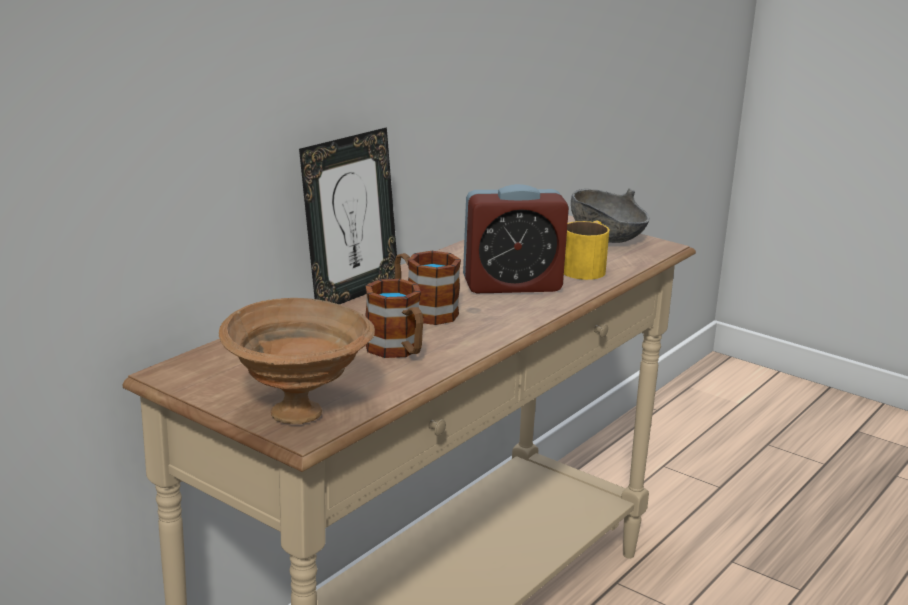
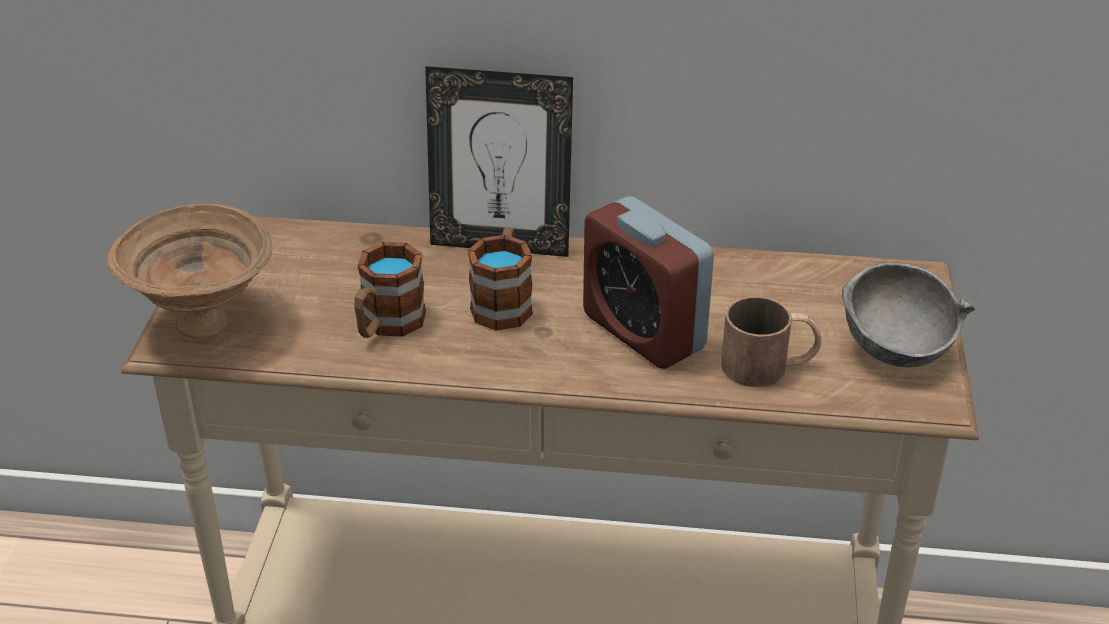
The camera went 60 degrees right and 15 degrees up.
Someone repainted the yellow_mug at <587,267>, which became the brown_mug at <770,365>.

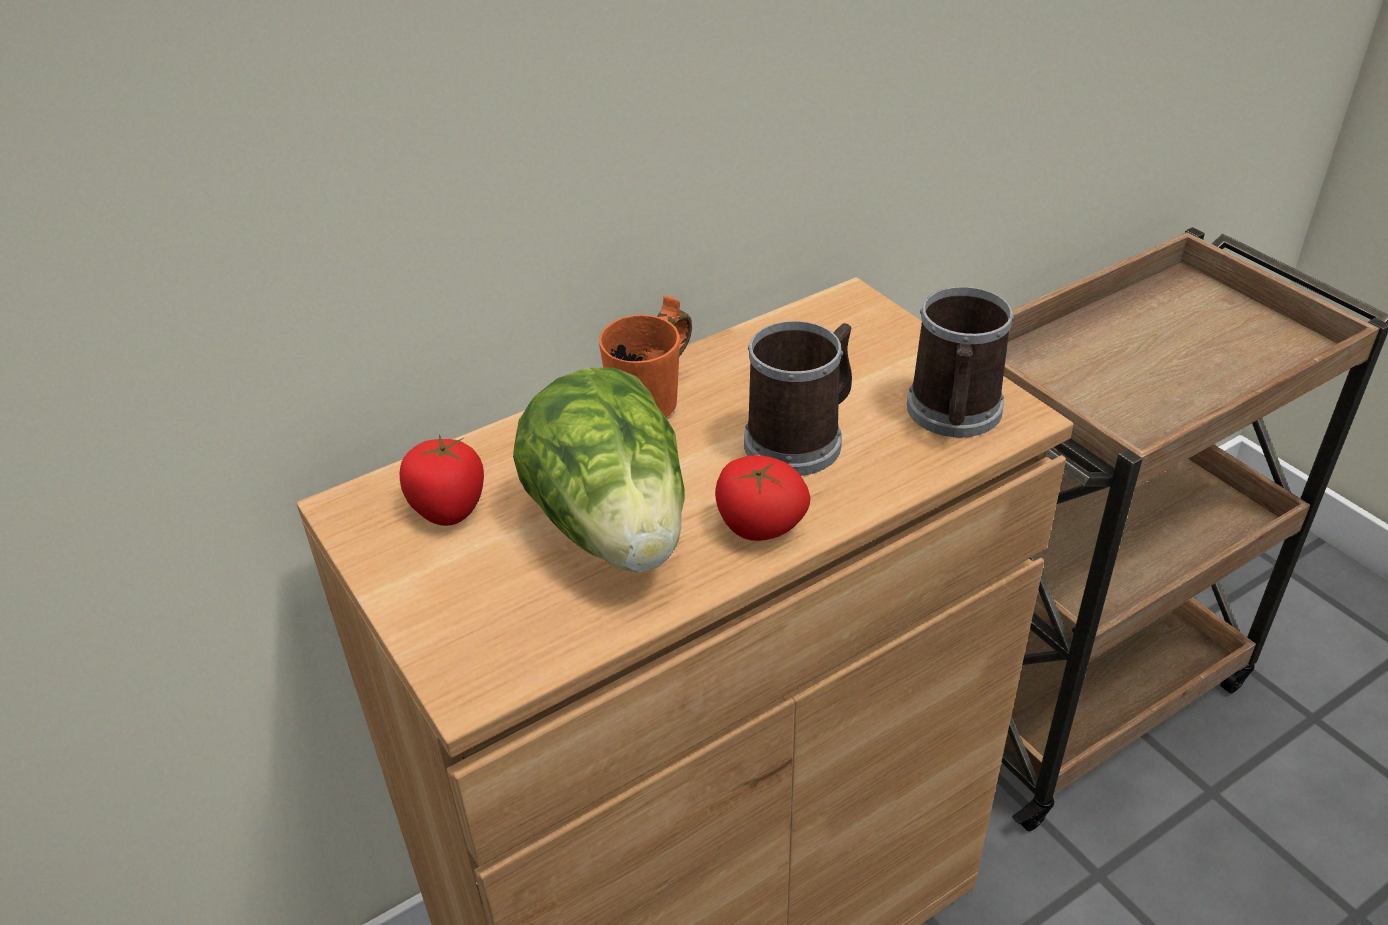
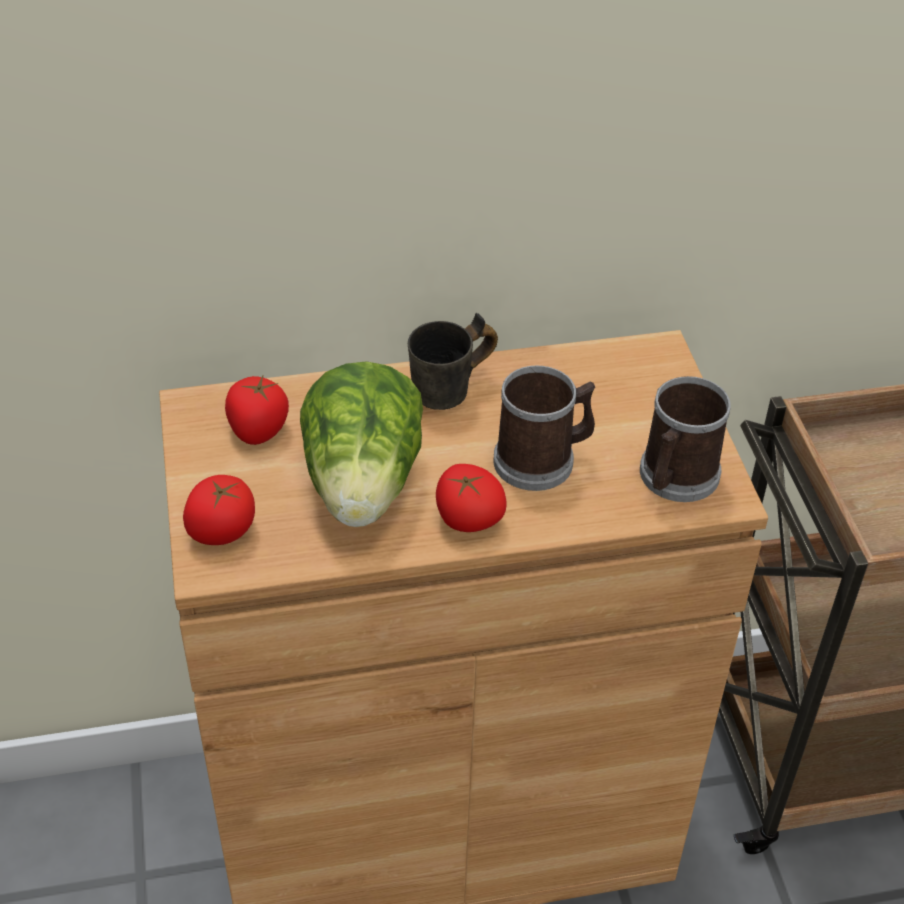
The camera went 20 degrees right and 5 degrees up.
Someone repainted the orange_mug at <660,402>, which became the grey_mug at <455,393>.
Someone put down the tomato at <222,530>.

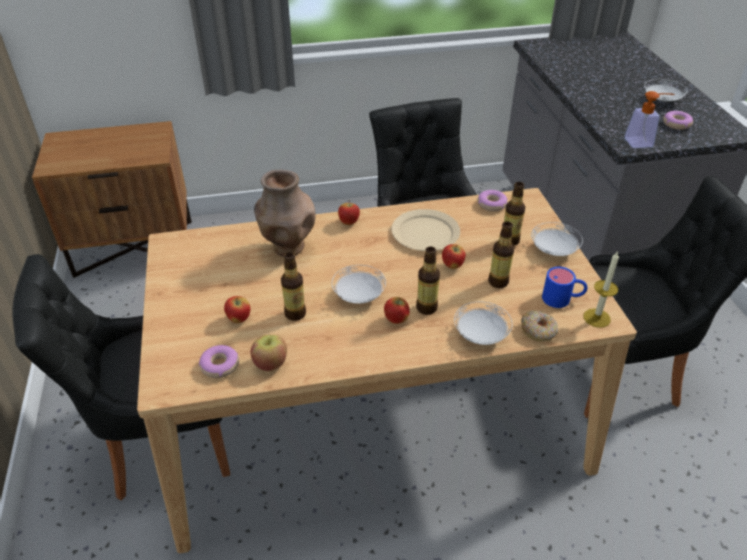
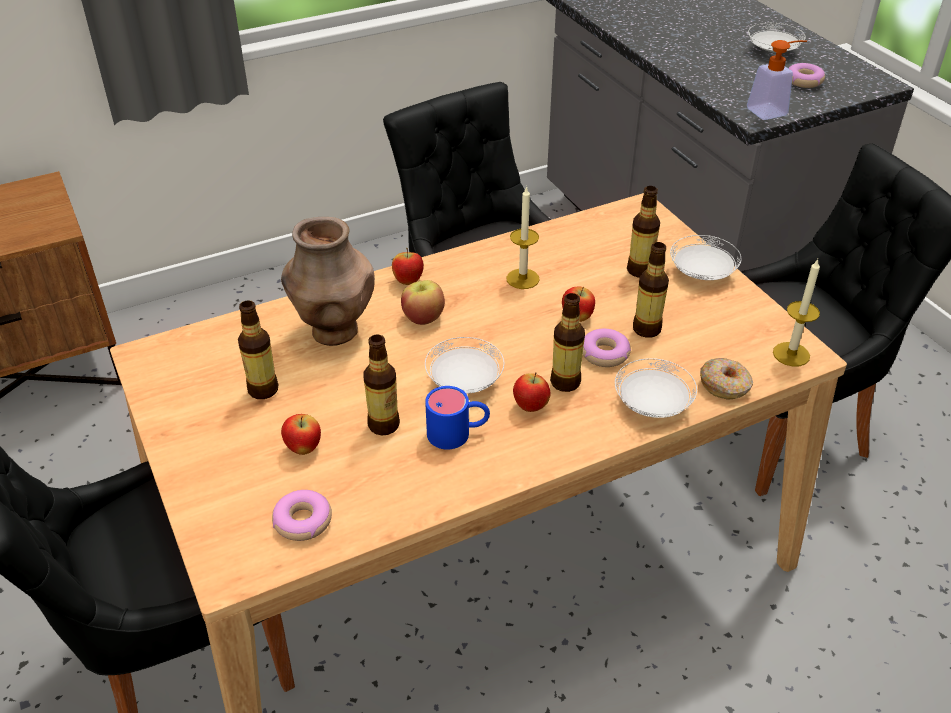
The camera went 15 degrees left and 0 degrees up.
Someone carried the apple from <270,363> to <423,317>.
Someone swapped the beige_plate at <425,233> for the candle at <522,279>.
Someone carried the donut from <492,204> to <605,354>.
Someone carried the blue_mug from <562,299> to <458,433>.
Someone put down the bottle at <263,390>.

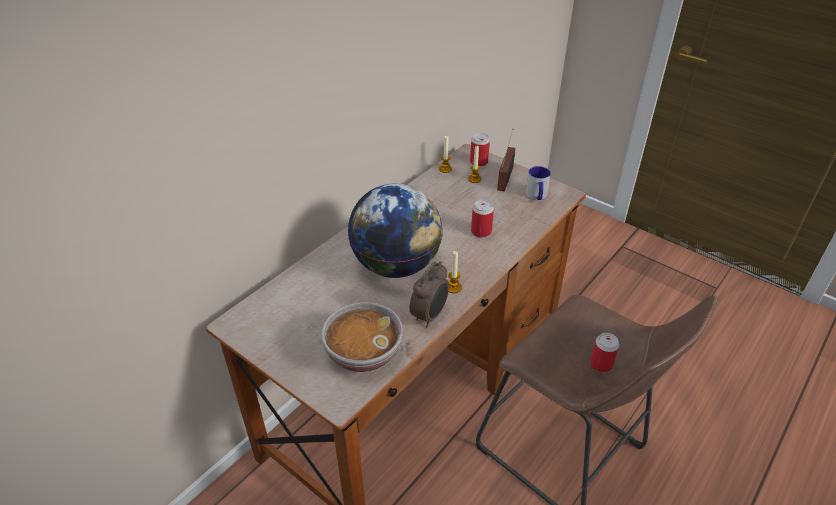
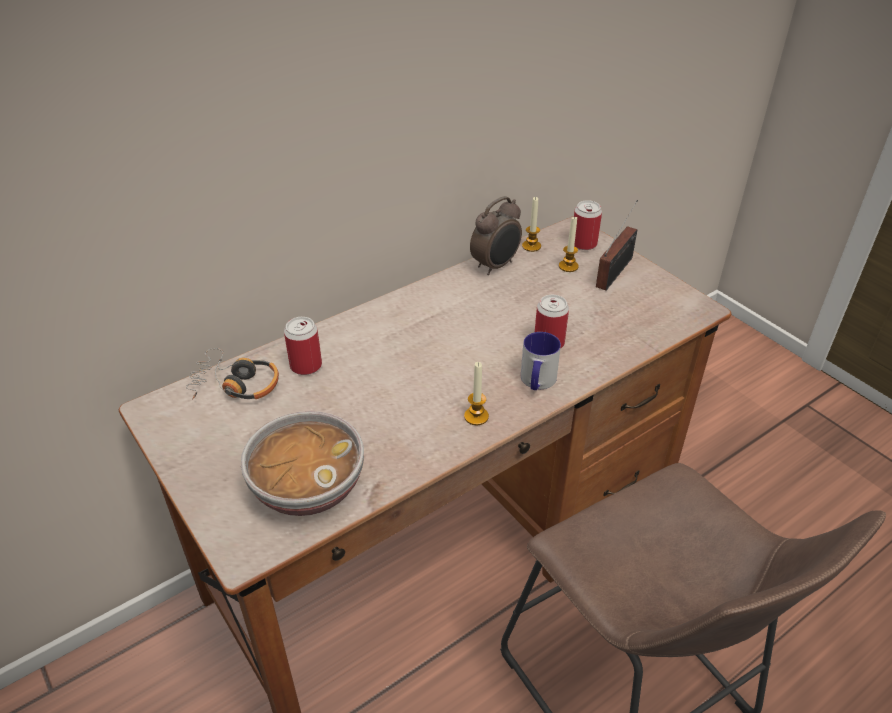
The camera went 15 degrees right and 0 degrees up.
Someone took away the globe at <396,266>.
Someone carried the alarm_clock from <430,315> to <496,266>.
Someone carried the mug from <536,196> to <537,382>.
Someone carried the can from <601,364> to <306,365>.
Someone put down the headphones at <235,385>.

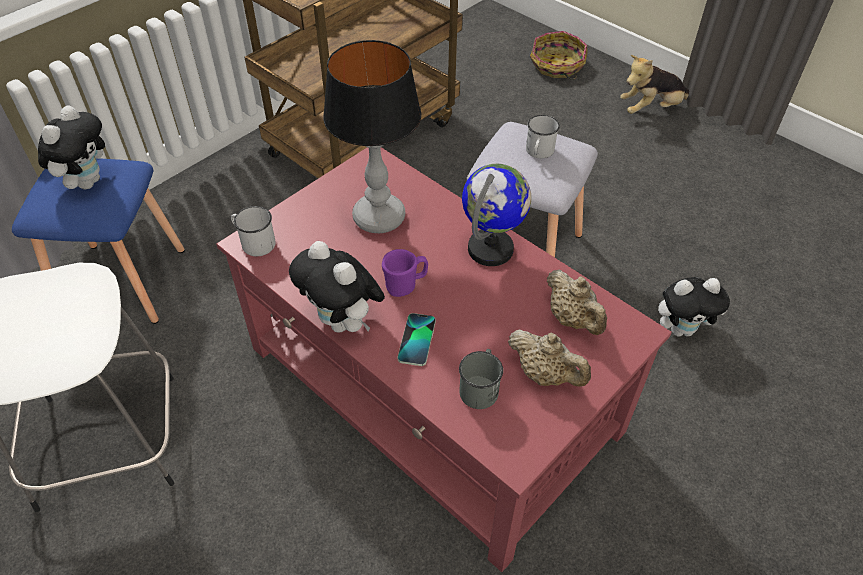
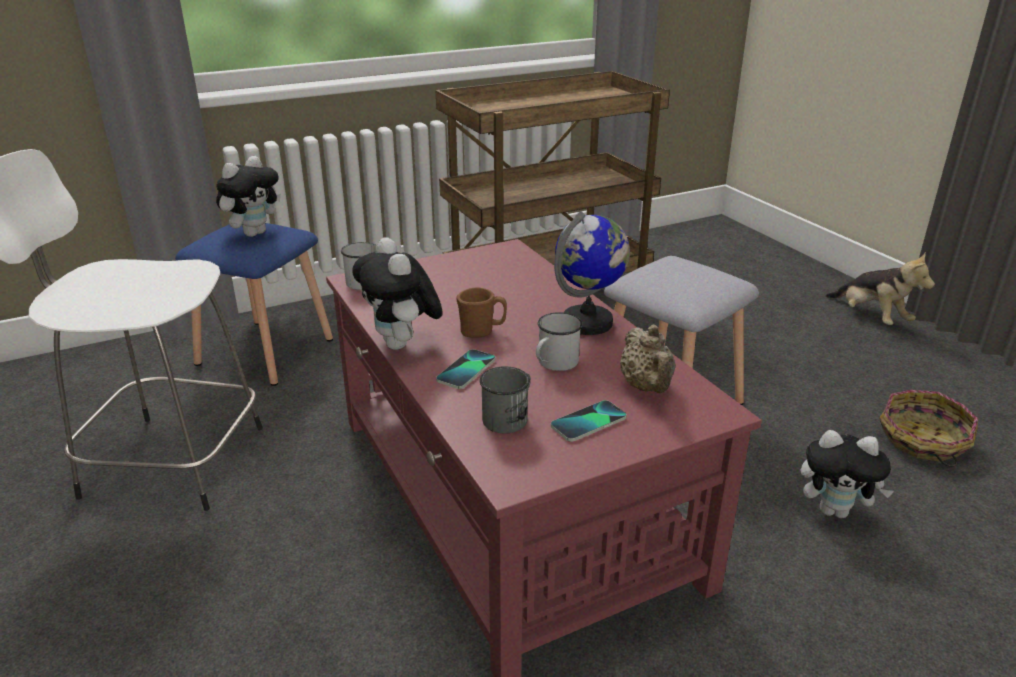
The camera went 20 degrees right and 20 degrees down.
Someone took away the table_lamp at <379,218>.
Someone repainted the purple_mug at <405,285>, which became the brown_mug at <482,331>.
Someone swapped the beige_teapot at <545,374> for the phone at <588,422>.
Someone carried the white_mug from <538,152> to <554,364>.
Someone carried the basket from <557,66> to <922,441>.
Someone rotated the plush_toy at <651,109> by 120 degrees counterclockwise.

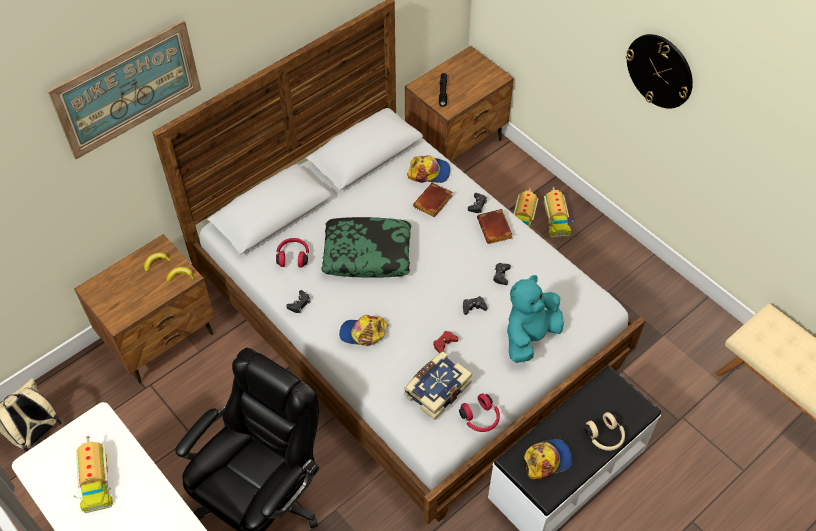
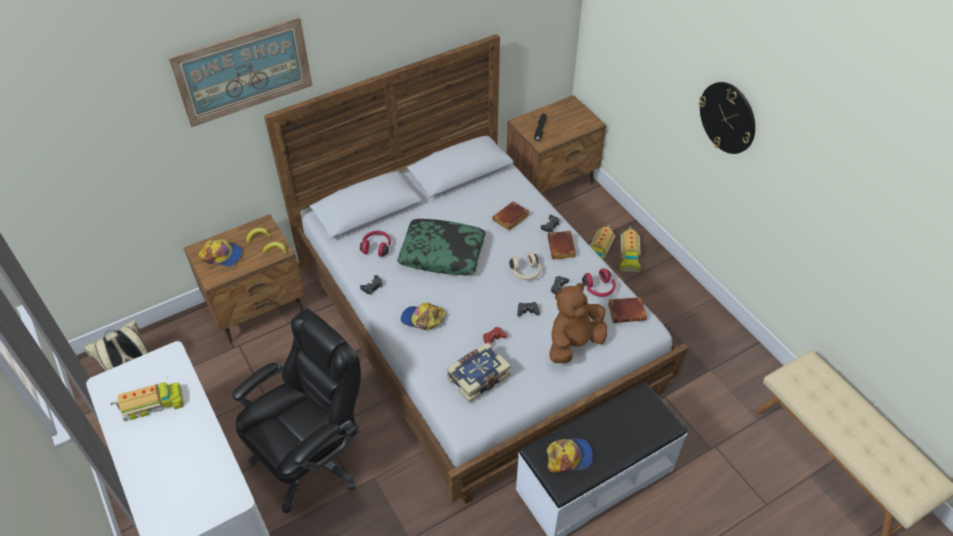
The camera went 10 degrees right and 5 degrees down.
Someone rotated the toy_truck at <94,480> by 105 degrees counterclockwise.
Someone carried the cap from <429,172> to <222,255>.
Someone carried the red_headphones from <480,418> to <599,288>.
Someone repainted the turquoise_plush_toy at <529,336>, which became the brown_plush_toy at <574,343>.
Someone carried the beige_headphones from <605,437> to <526,272>.
Someone put down the brown_book at <627,311>.

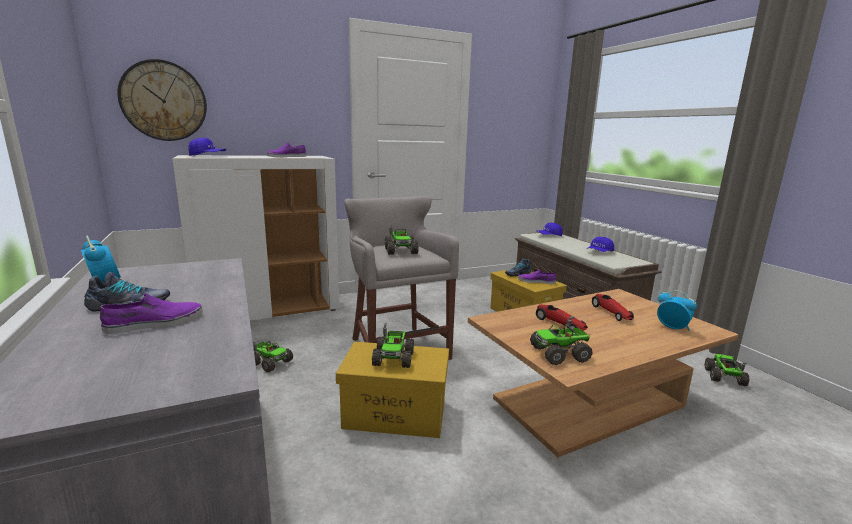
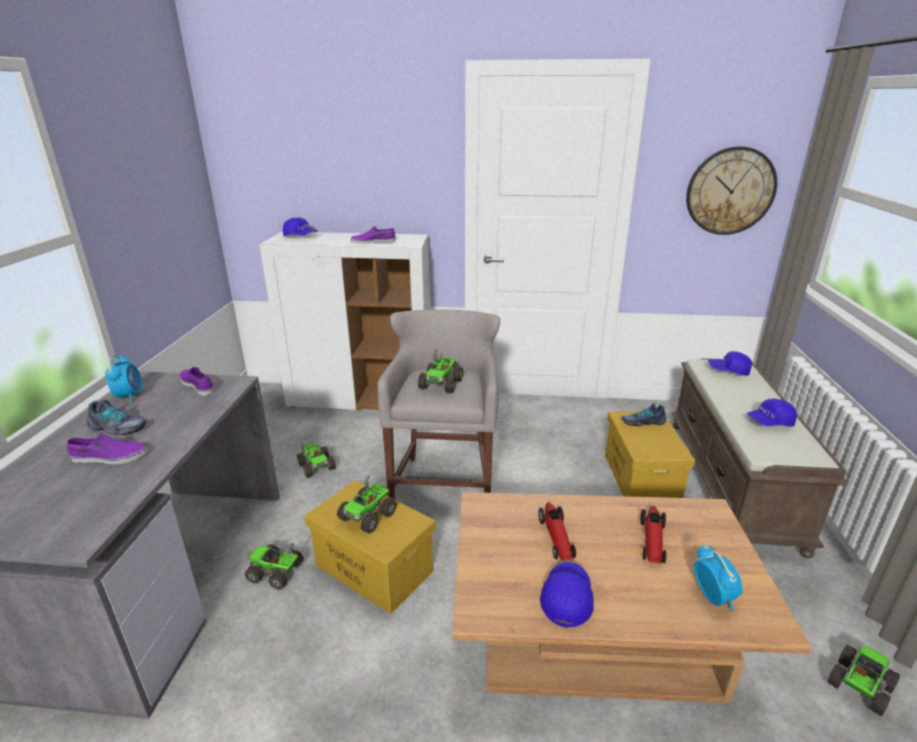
The camera went 30 degrees right and 10 degrees up.
Someone carried the wall_clock from <164,101> to <730,191>.
Someone carried the purple_shoe from <536,281> to <198,385>.
Someone carried the toy_truck from <560,354> to <276,573>.
Someone put down the blue_cap at <566,599>.

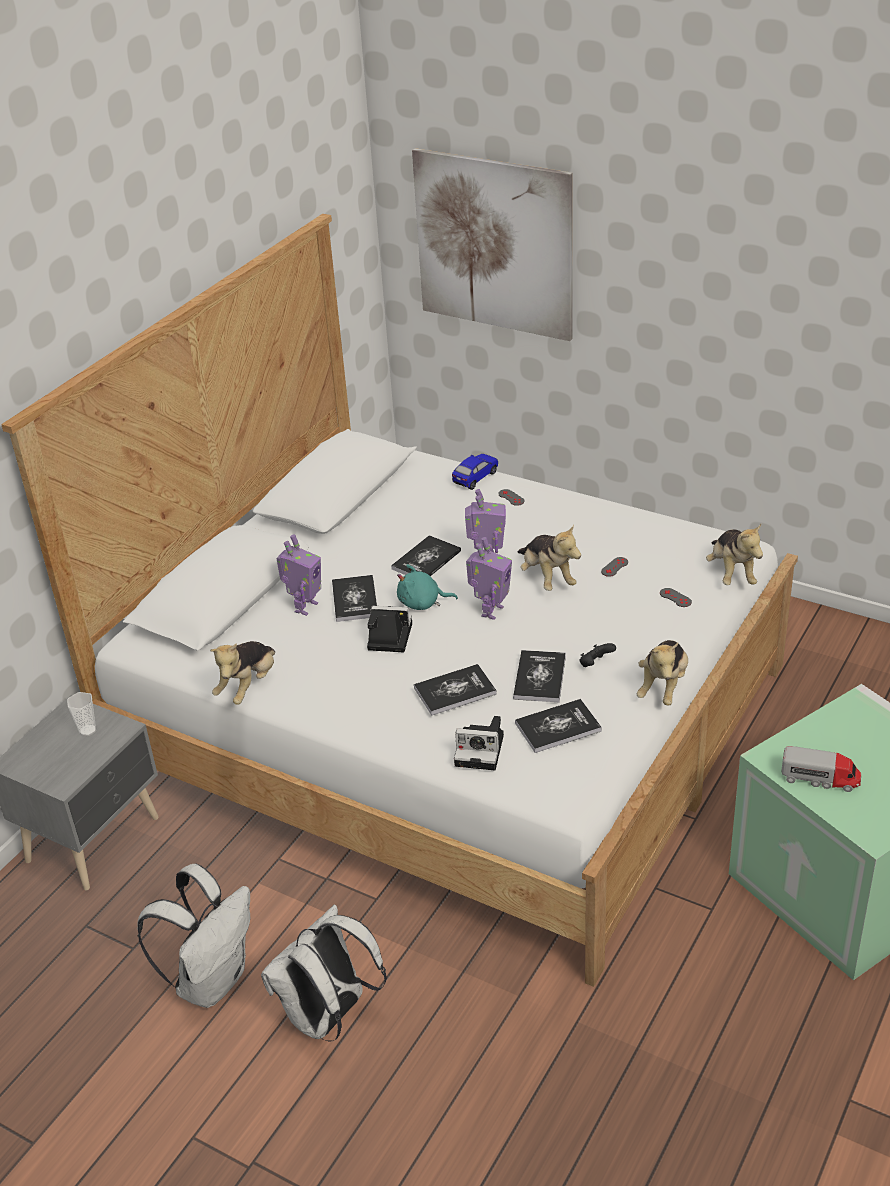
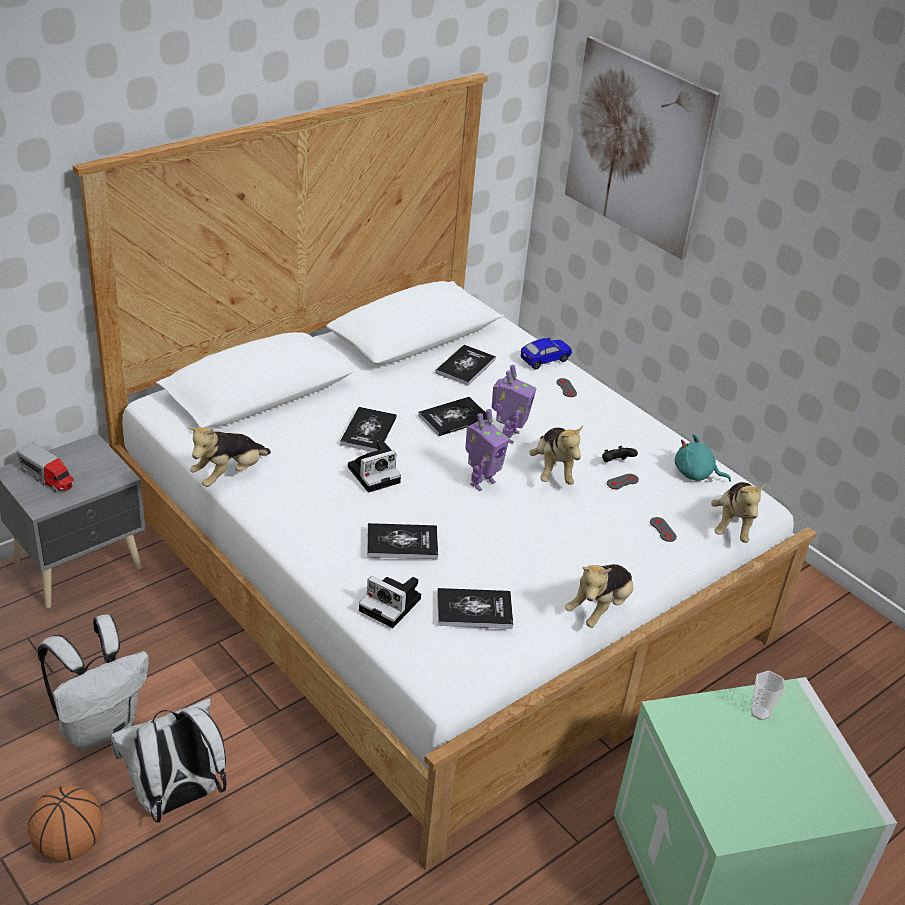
The camera went 15 degrees right and 0 degrees up.
Someone carried the cup from <88,730> to <760,712>.
Someone took away the toy_robot at <305,607>.
Someone rotated the photo_camera at <387,637> by 120 degrees clockwise.
Someone carried the turquoise_plush_toy from <422,603> to <696,474>.
Someone carried the book from <539,677> to <465,366>.
Someone carried the black_game_controller from <595,664> to <616,463>.
Someone carried the toy_truck from <820,778> to <47,477>.
Someone put down the basketball at <69,845>.

